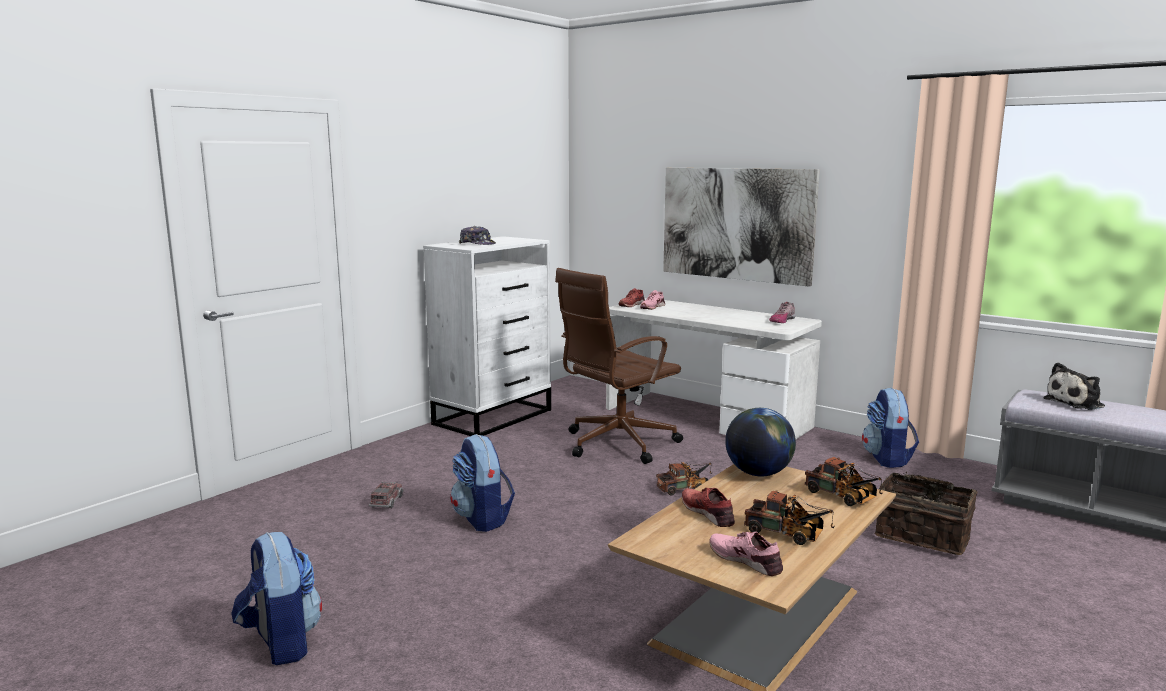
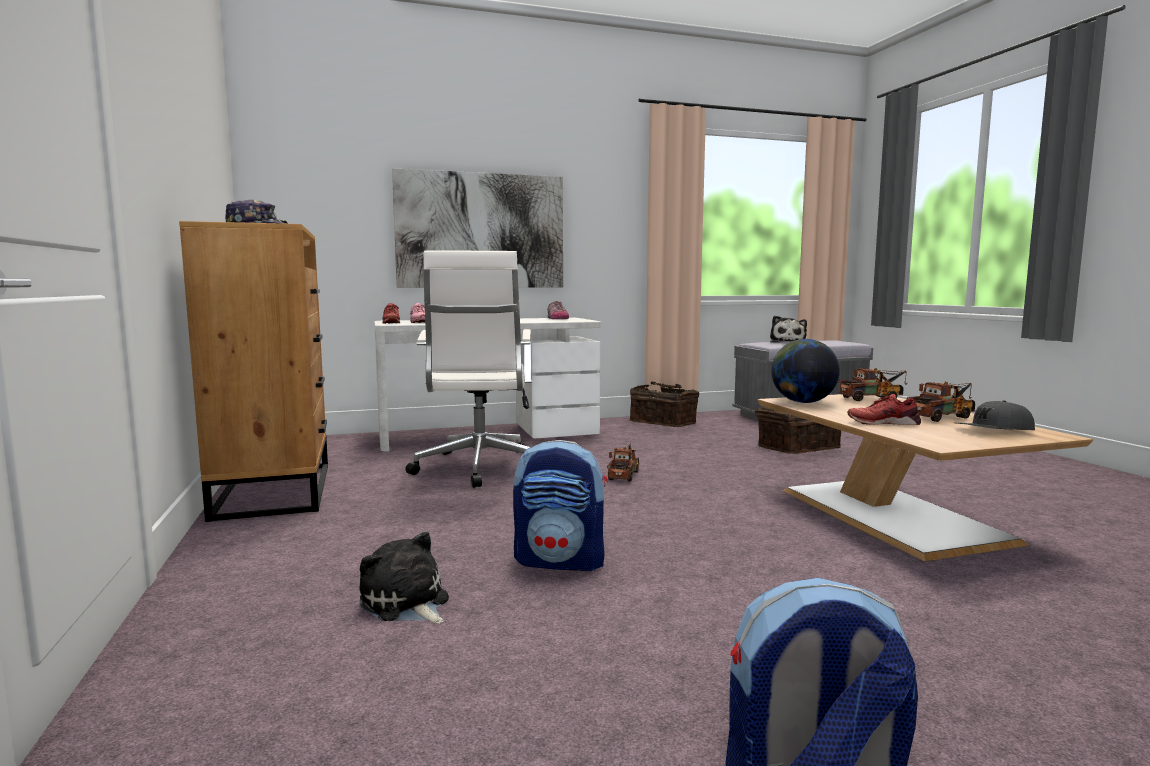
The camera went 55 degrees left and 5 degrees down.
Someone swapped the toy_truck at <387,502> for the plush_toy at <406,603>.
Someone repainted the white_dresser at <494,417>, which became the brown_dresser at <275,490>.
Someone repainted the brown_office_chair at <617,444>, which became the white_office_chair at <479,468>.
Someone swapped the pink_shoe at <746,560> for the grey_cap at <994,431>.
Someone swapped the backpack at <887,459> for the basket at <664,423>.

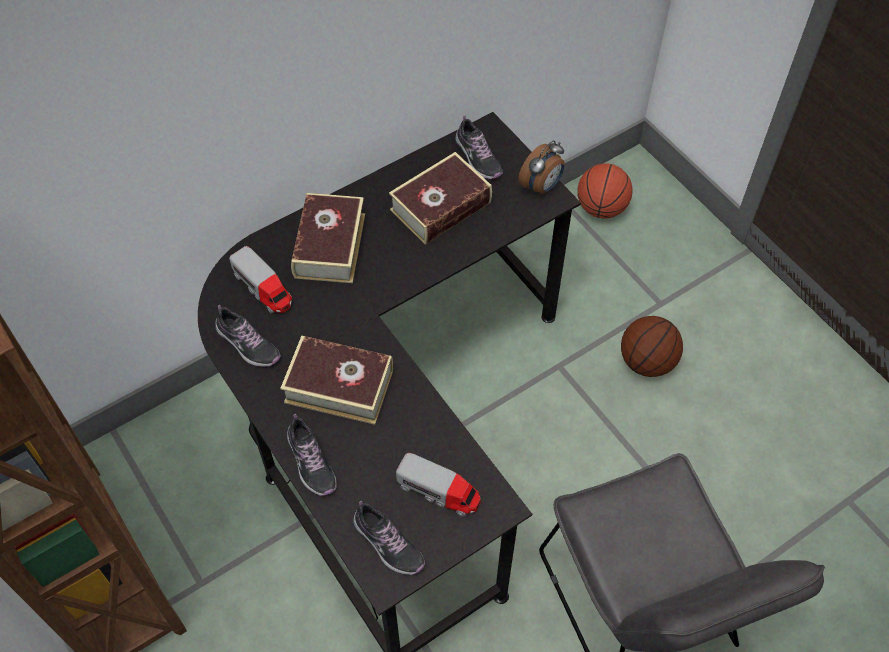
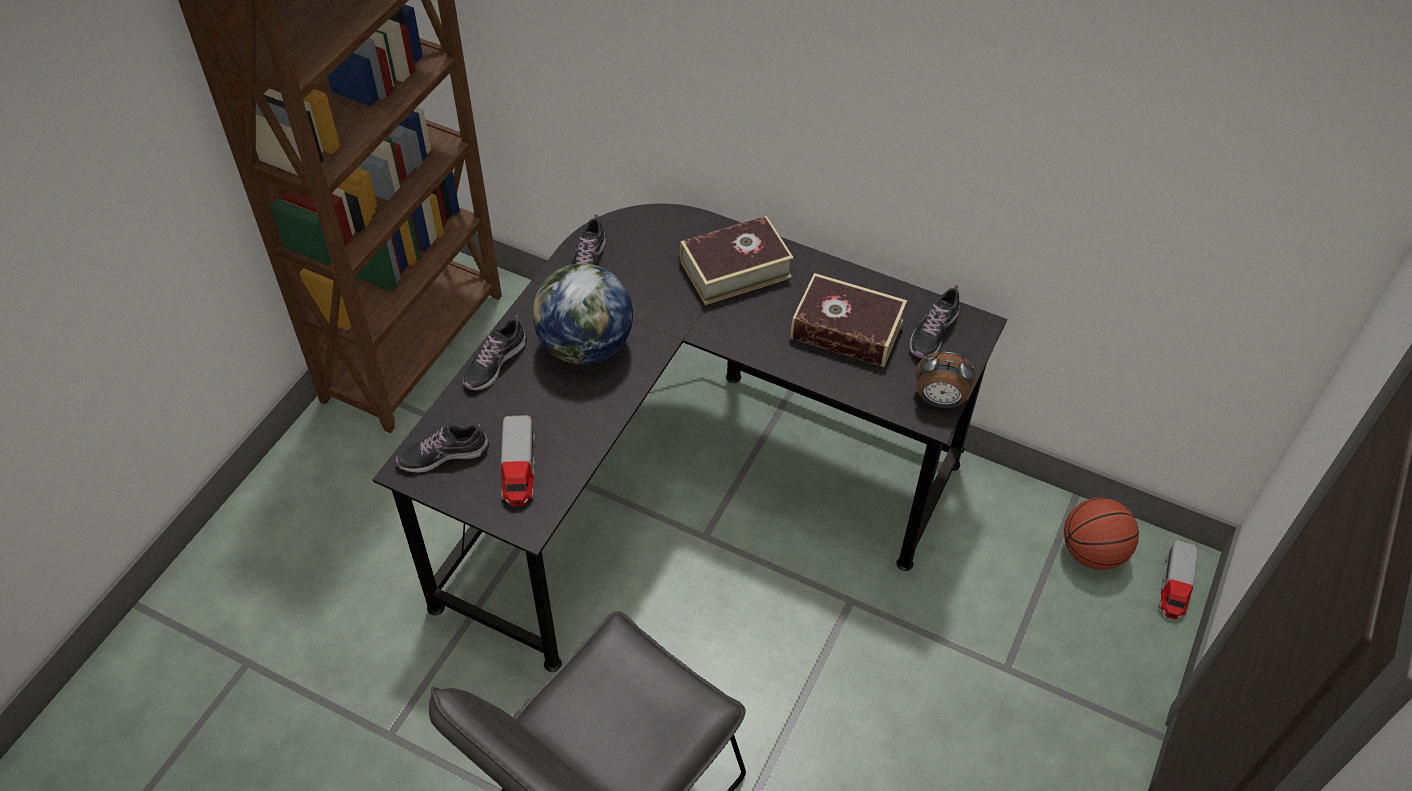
The camera went 60 degrees right and 5 degrees down.
Someone carried the toy_truck from <264,289> to <1174,587>.
Someone swapped the book at <339,386> for the globe at <585,347>.
Someone rotated the shoe at <388,544> by 60 degrees clockwise.
Someone took away the basketball at <646,362>.

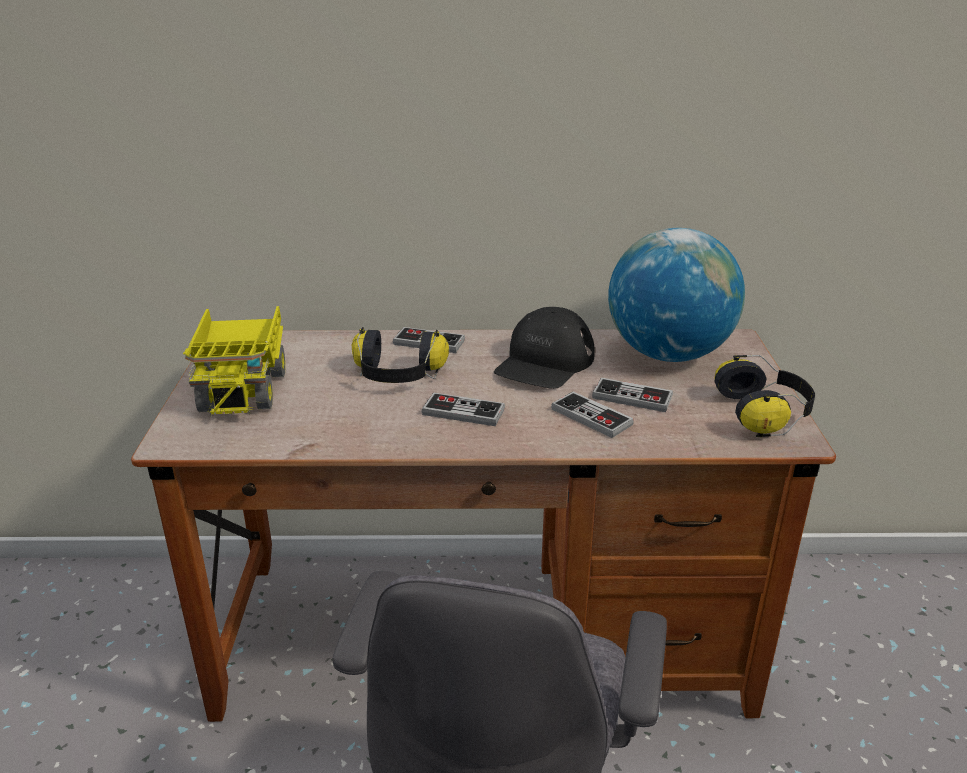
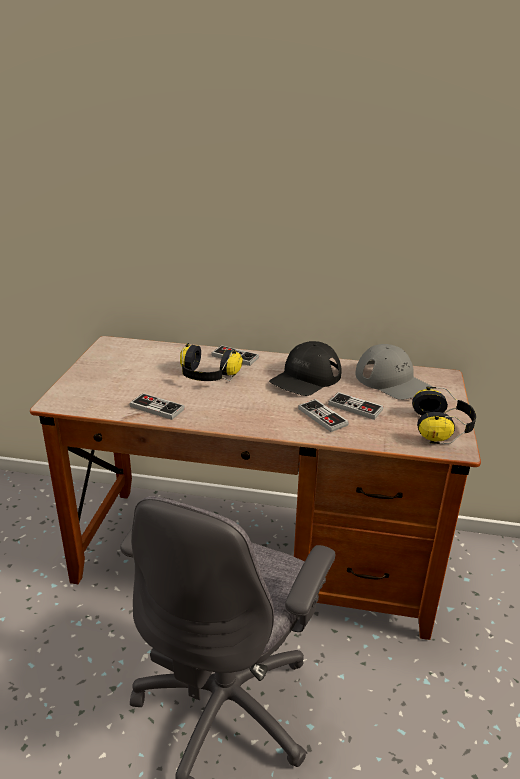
The camera went 10 degrees right and 0 degrees up.
Someone took away the toy_truck at <243,387>.
Someone carried the game_controller from <463,412> to <157,408>.
Someone swapped the globe at <668,354> for the grey_cap at <392,381>.

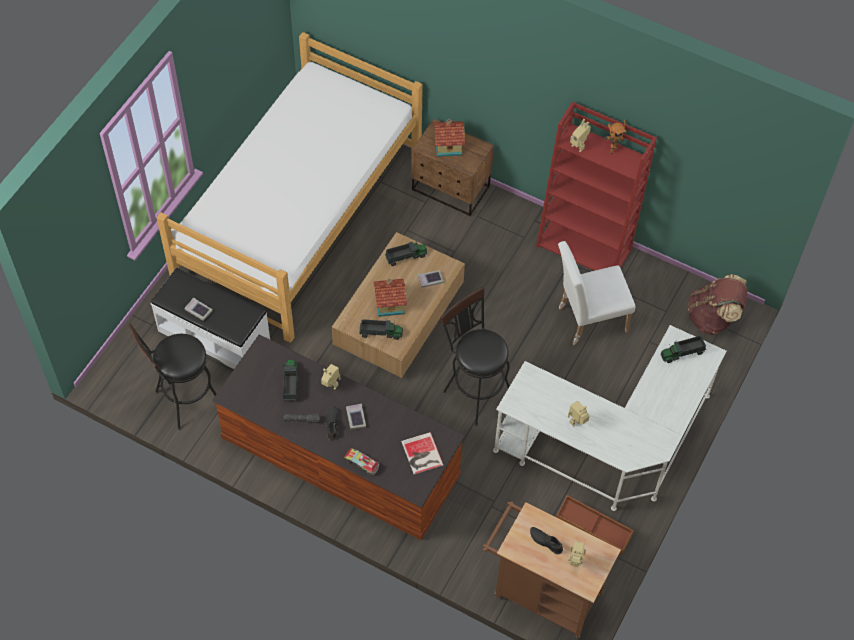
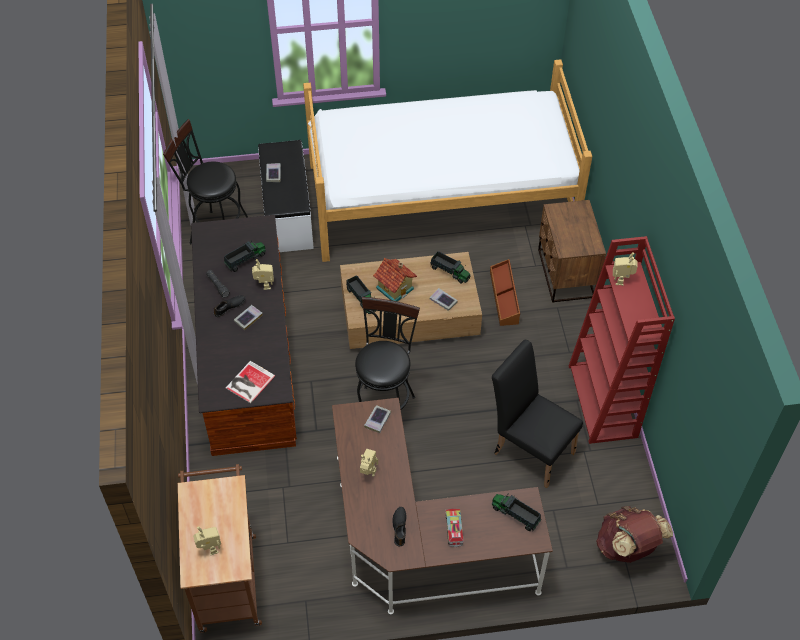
The camera went 55 degrees right and 5 degrees down.
Someone carried the toy_truck from <361,463> to <454,529>.
Someone took away the toy_house at <448,145>.
Someone repainted the white_desk at <611,445>, which became the brown_desk at <418,543>.
Someone carried the black_shoe from <546,541> to <400,527>.
Someone carried the brown_storage_box from <593,527> to <505,297>.
Someone repainted the white_chair at <587,320>, which became the black_chair at <529,448>.
Someone took away the toy_robot at <611,149>.
Someone put down the book at <377,420>.

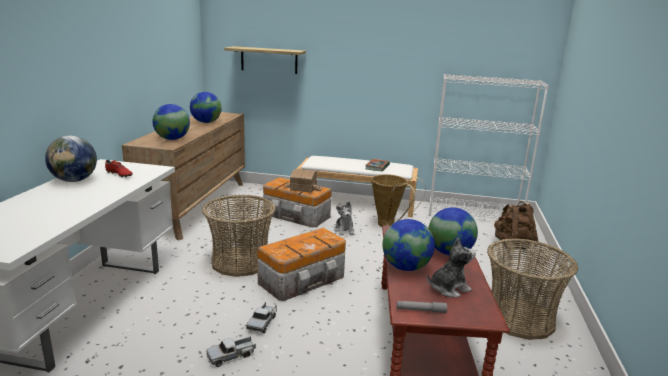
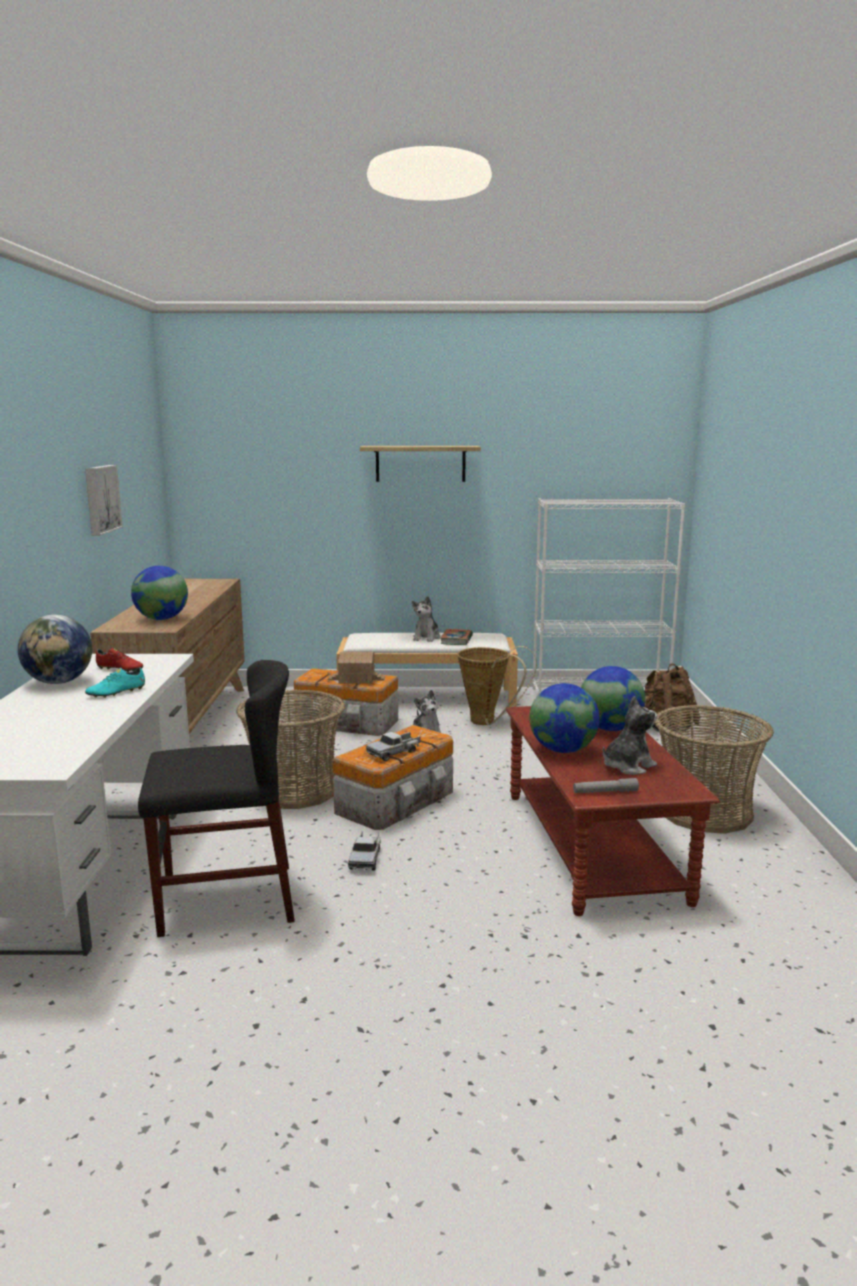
The camera went 10 degrees left and 5 degrees down.
Someone took away the globe at <206,122>.
Someone carried the toy_truck from <231,356> to <394,753>.
Someone carried the shelf from <269,60> to <420,463>.
Someone put up the picture at <100,499>.
Someone put down the turquoise_shoe at <116,692>.
Someone put down the black_chair at <227,899>.
Someone put down the plush_toy at <426,638>.

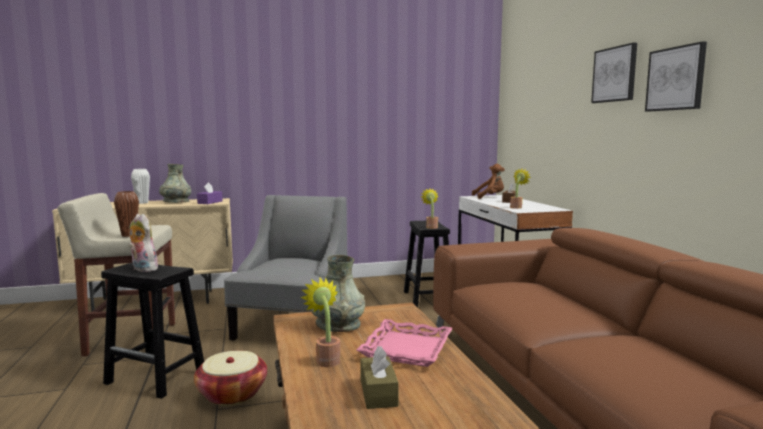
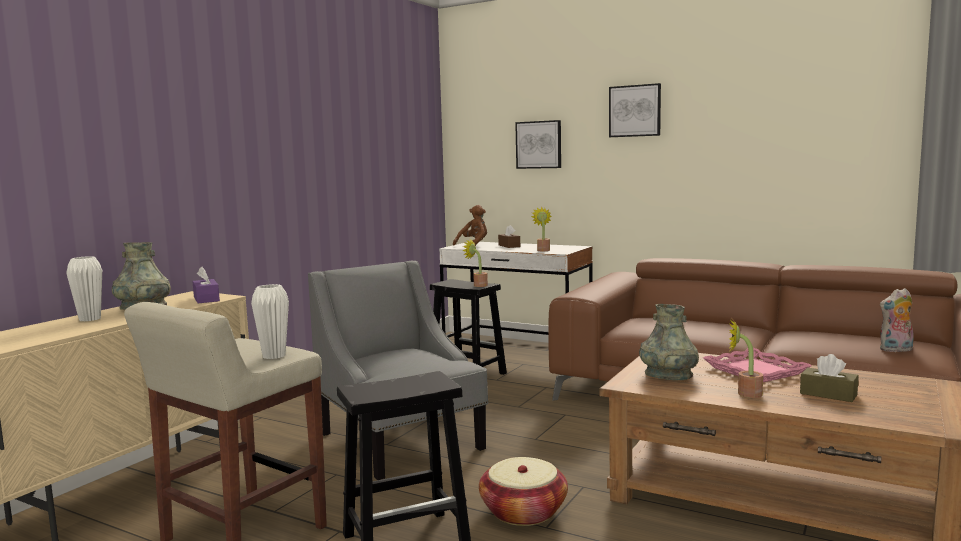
The camera went 45 degrees left and 0 degrees up.
Someone repainted the brown_vase at <129,235>, which became the white_vase at <274,356>.
Someone carried the plush_toy from <142,269> to <896,350>.
Someone carried the picture from <676,79> to <539,144>.

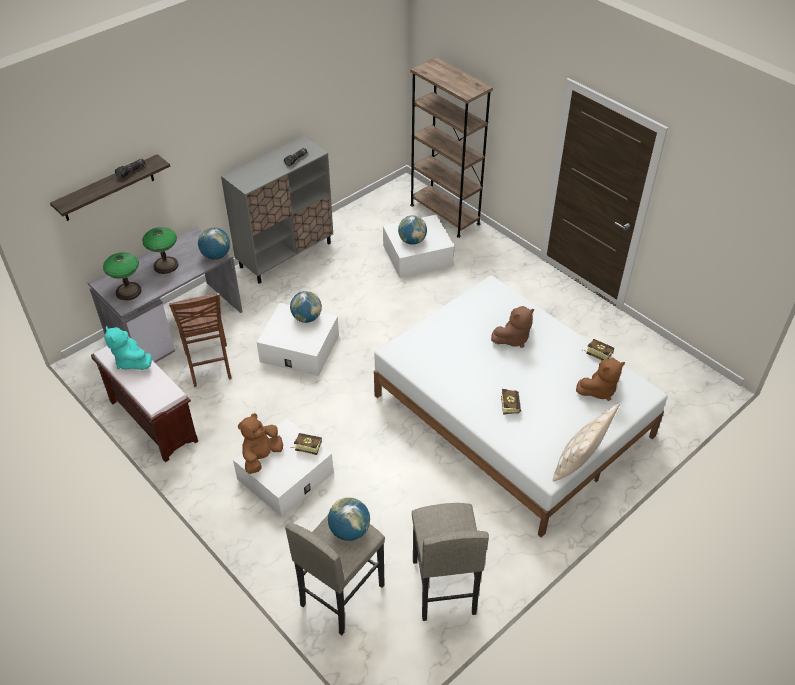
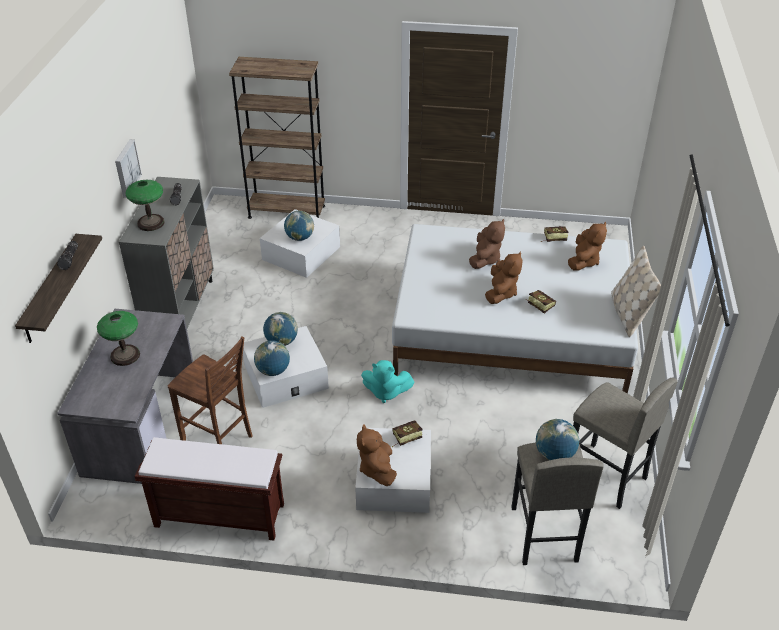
The camera went 40 degrees left and 5 degrees down.
Someone carried the table_lamp from <128,291> to <150,223>.
Someone carried the turquoise_plush_toy from <131,361> to <386,392>.
Someone carried the globe from <216,255> to <273,371>.
Someone put up the picture at <126,168>.
Someone put down the brown_plush_toy at <501,293>.

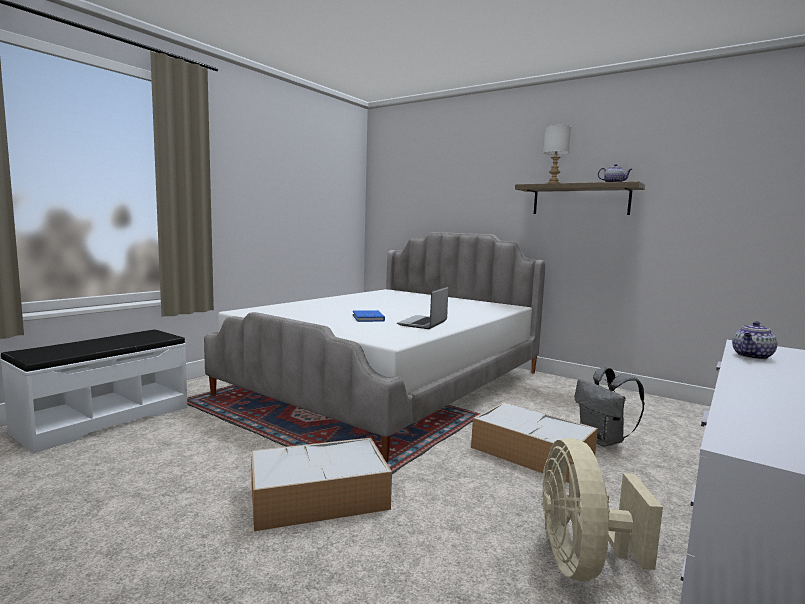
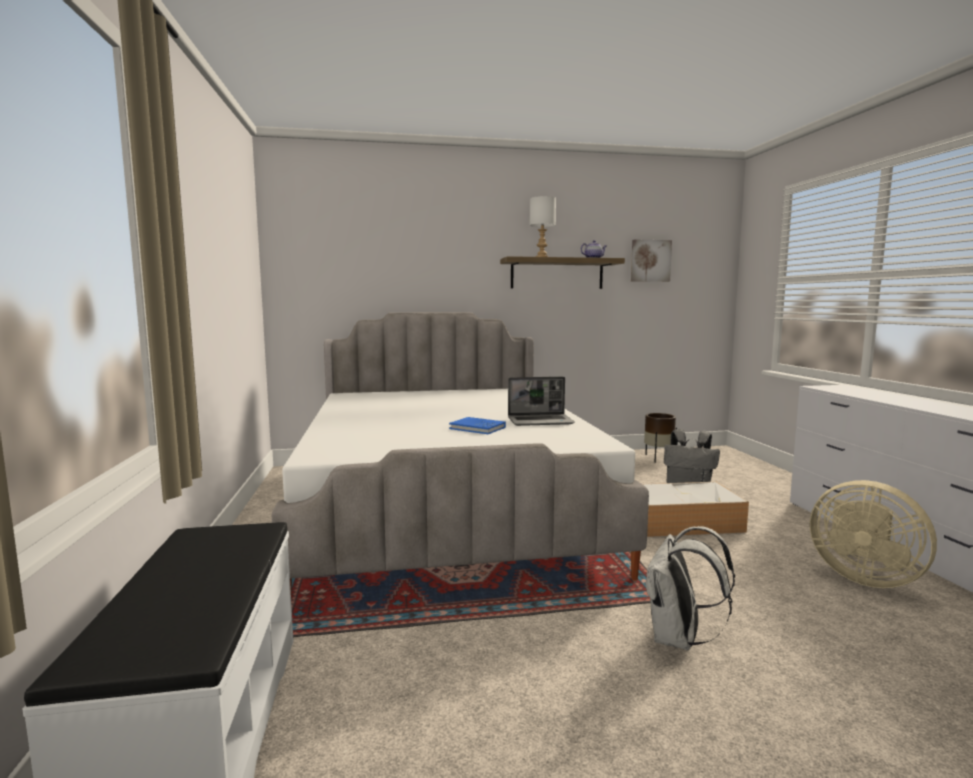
The camera went 45 degrees left and 0 degrees up.
Someone swapped the storage_box at <316,498> for the white_backpack at <679,639>.
Someone rotated the laptop at <423,323> by 75 degrees counterclockwise.
Someone took away the teapot at <752,356>.
Someone put up the picture at <650,261>.
Someone put down the brown_planter at <658,458>.

